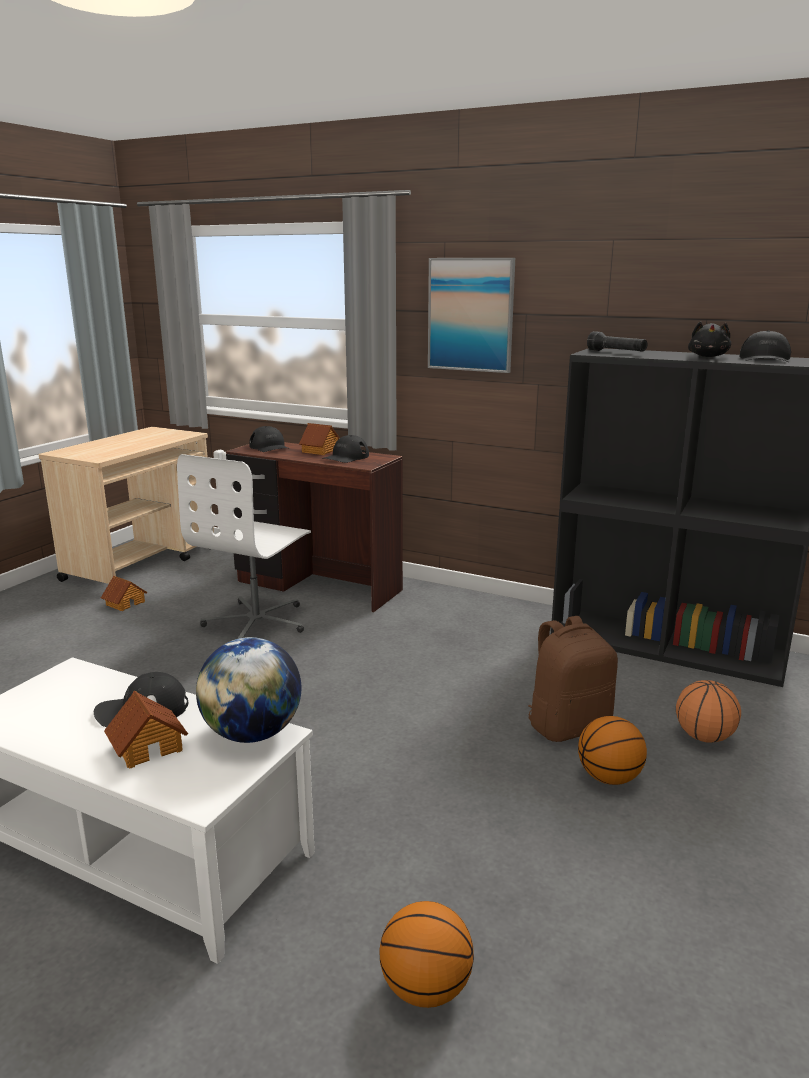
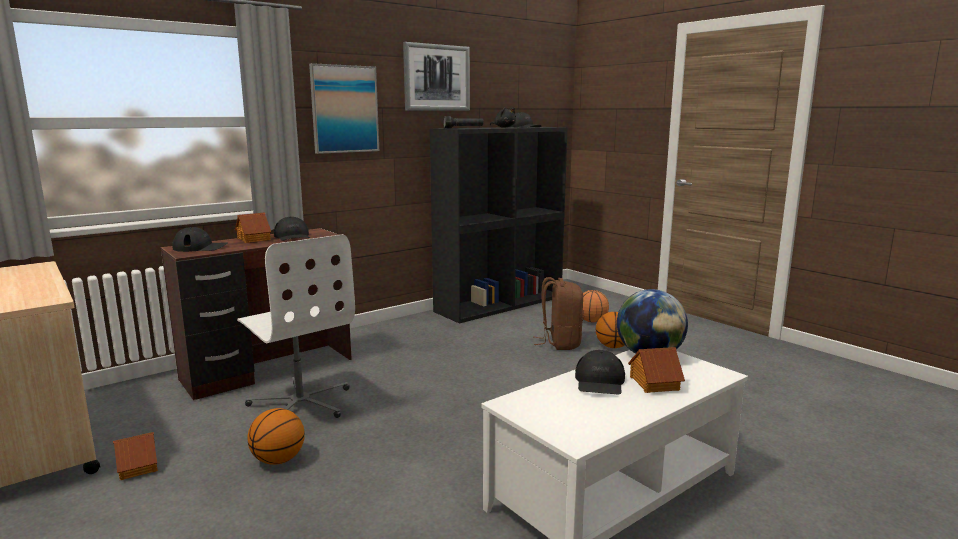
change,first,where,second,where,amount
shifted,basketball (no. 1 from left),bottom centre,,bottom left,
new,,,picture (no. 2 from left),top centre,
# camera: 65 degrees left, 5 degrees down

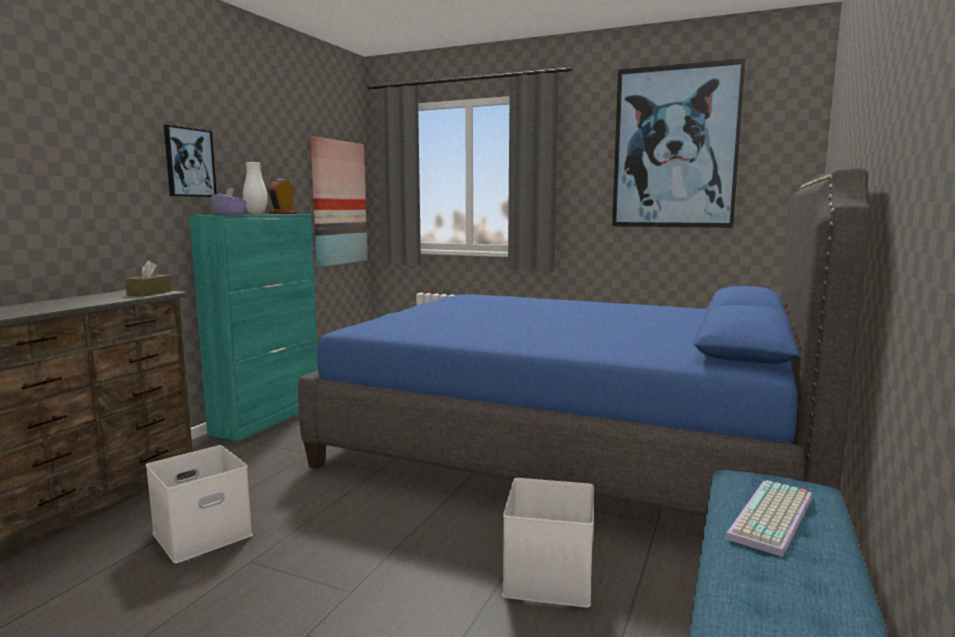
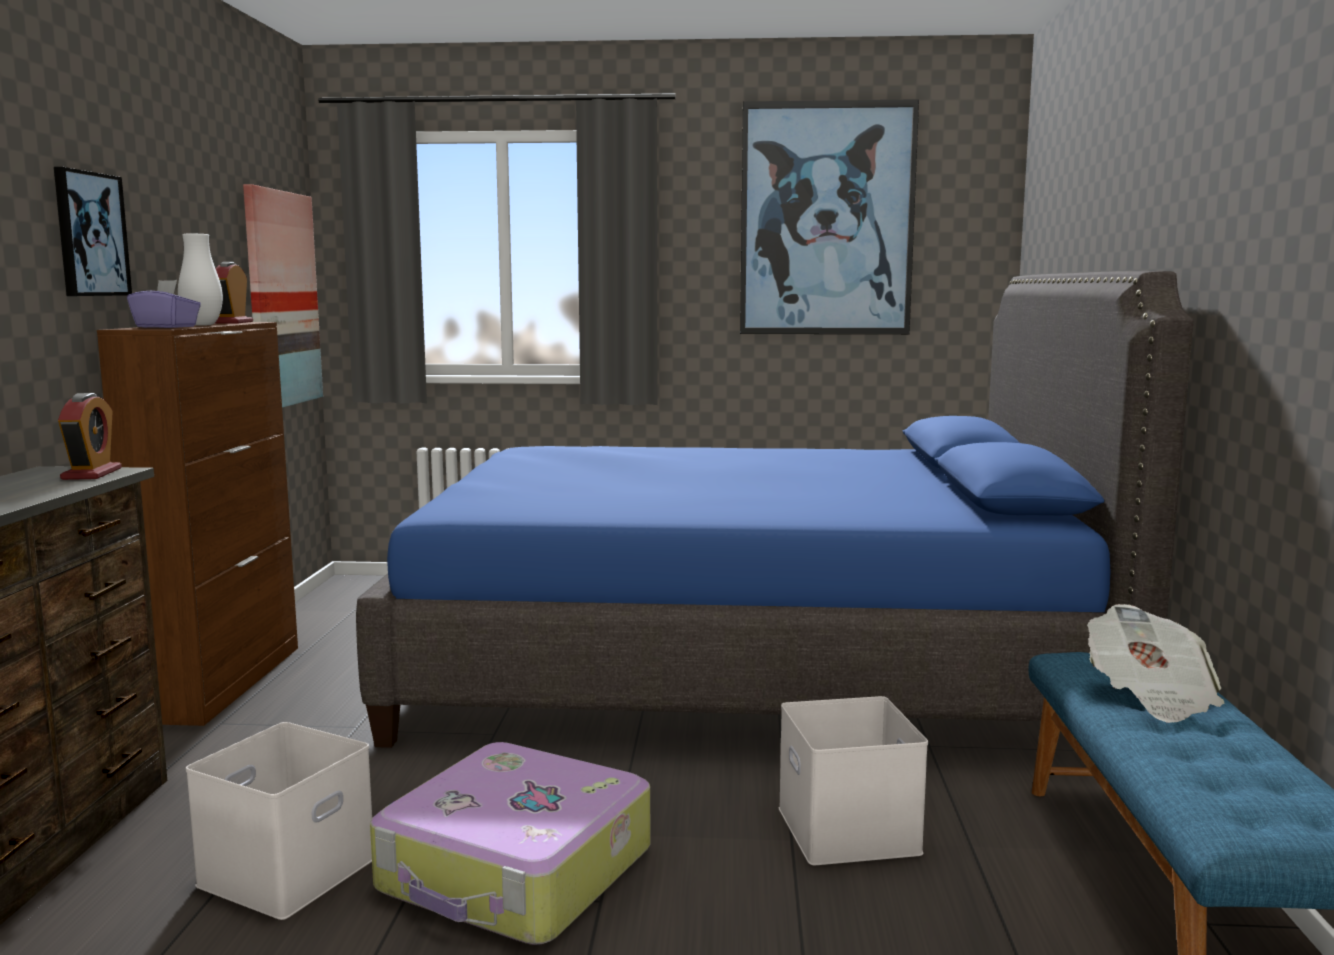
change,first,where,second,where,amount
swapped,tissue box in brown,middle left,alarm clock (no. 1 from left),middle left,
repainted,cabinet in turquoise,middle left,cabinet in brown,middle left,
swapped,keyboard,bottom right,newspaper,bottom right,
new,,,suitcase,bottom centre,
# camera: 20 degrees left, 0 degrees up

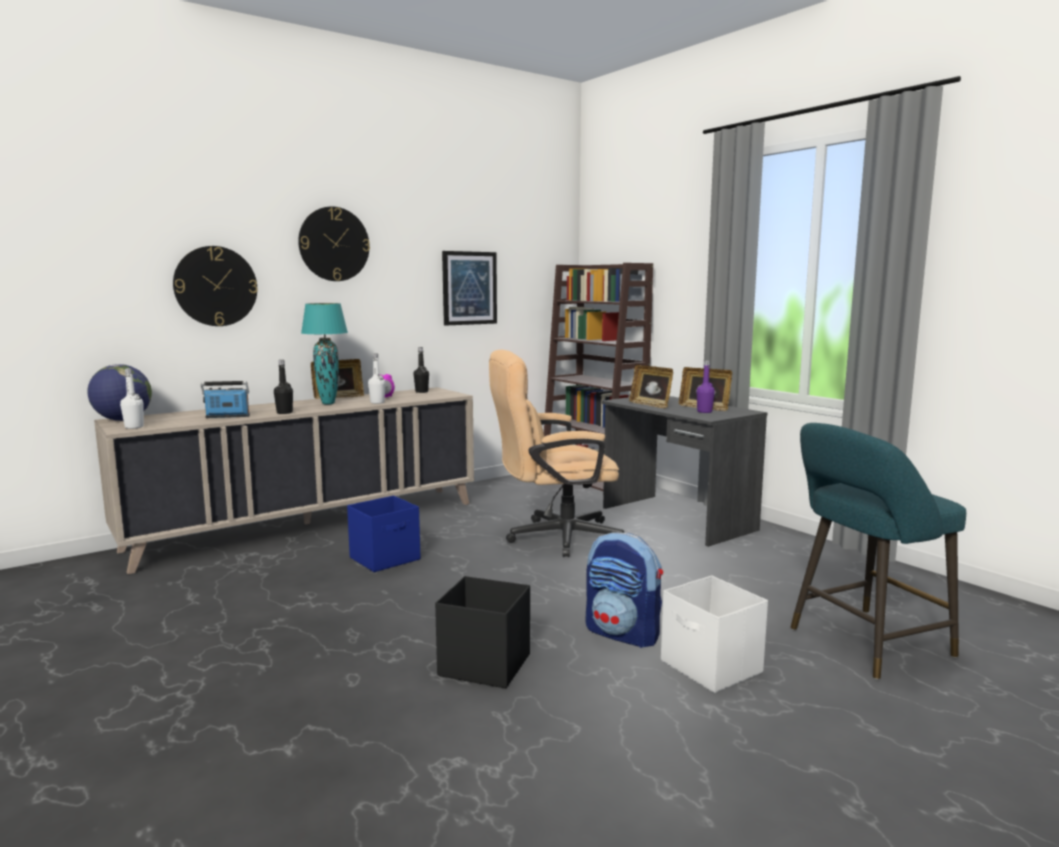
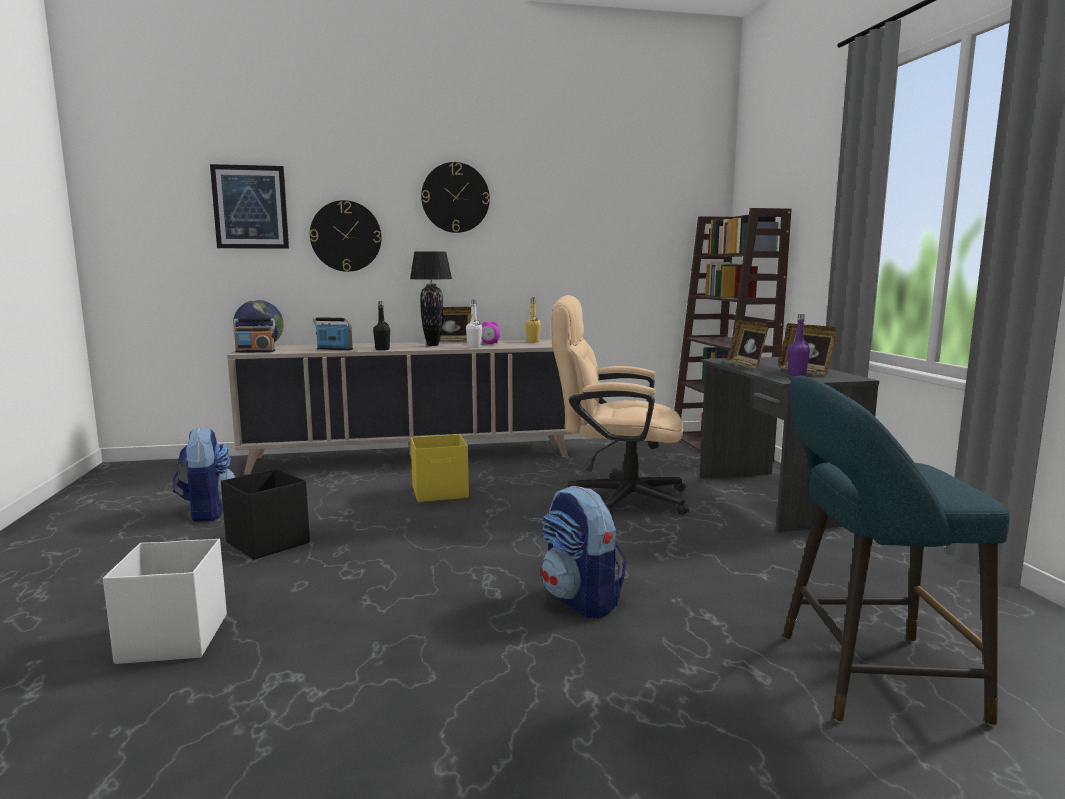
change,first,where,second,where,amount
swapped,bottle in white (no. 1 from left),middle left,radio (no. 1 from left),middle left,
repainted,table lamp in turquoise,middle left,table lamp in black,centre,
repainted,storage box in blue,centre,storage box in yellow,centre,
repainted,bottle in black (no. 2 from left),centre,bottle in yellow,centre,
shifted,storage box in black,bottom centre,,middle left,
shifted,picture,centre,,top left,
shifted,storage box in white,bottom right,,bottom left,
new,,,backpack (no. 1 from left),middle left,
# camera: 25 degrees right, 0 degrees up

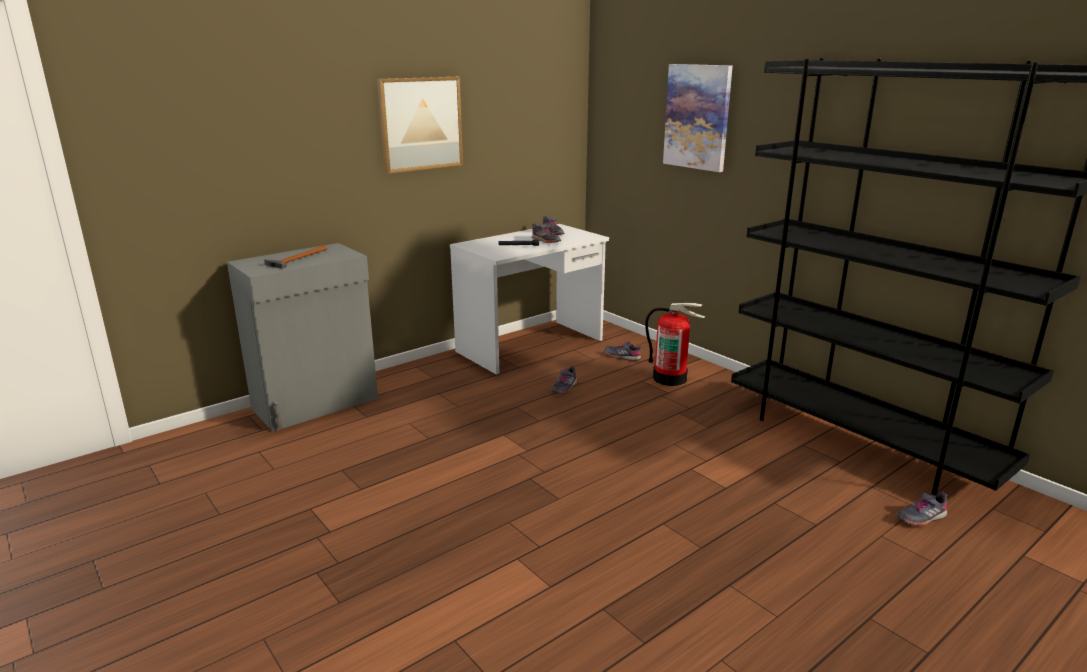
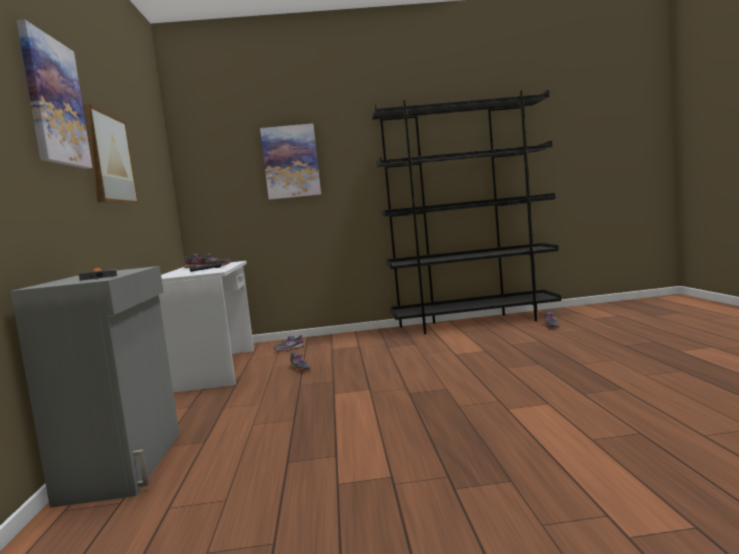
change,first,where,second,where,amount
gone,fire extinguisher,centre,,,
new,,,picture (no. 1 from left),top left,
# camera: 55 degrees left, 15 degrees down

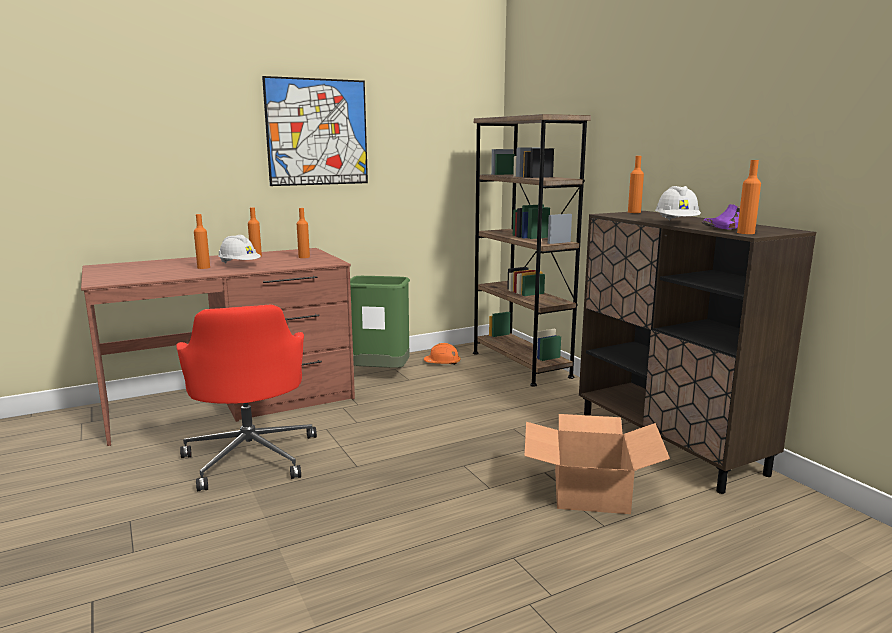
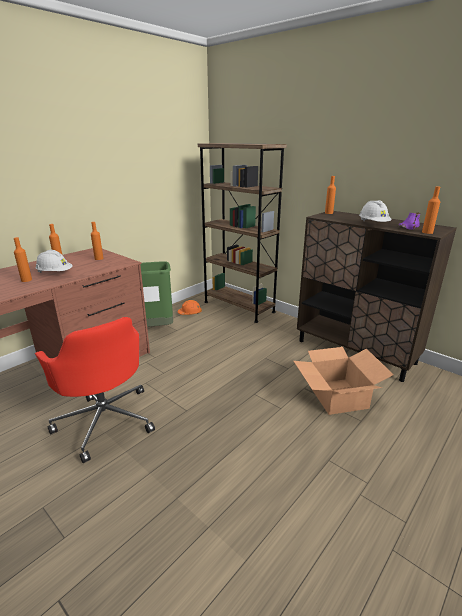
change,first,where,second,where,amount
gone,picture,top centre,,,
# camera: 20 degrees left, 10 degrees up

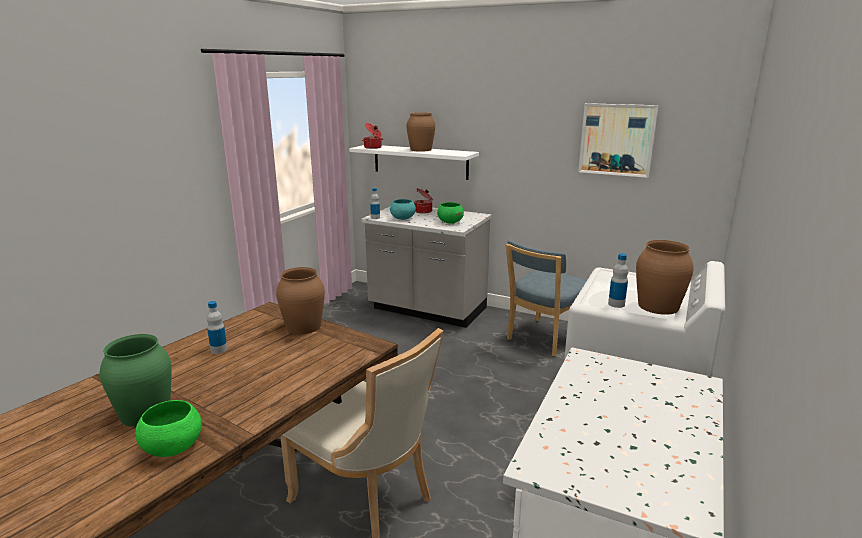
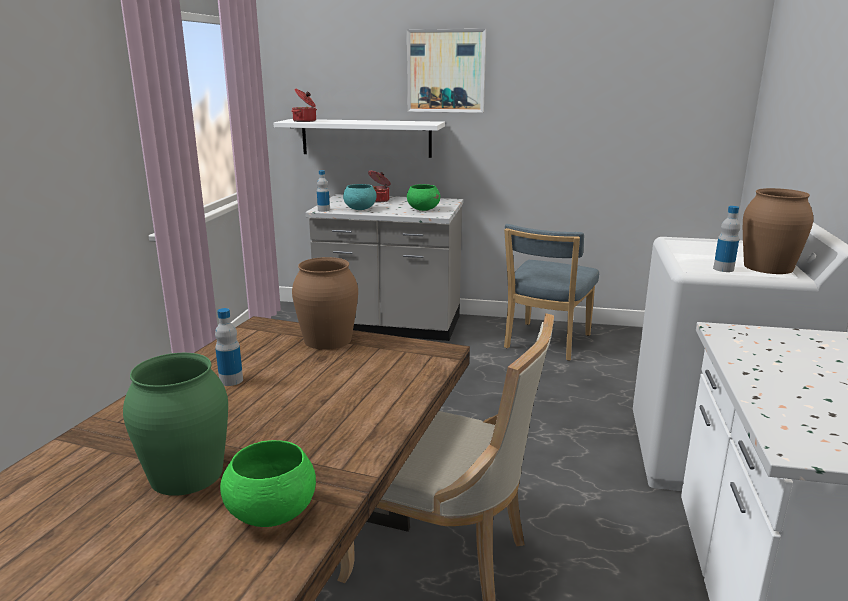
change,first,where,second,where,amount
gone,vase in brown (no. 2 from left),top centre,,,
shifted,picture,top right,,top centre,
# camera: 15 degrees left, 0 degrees up

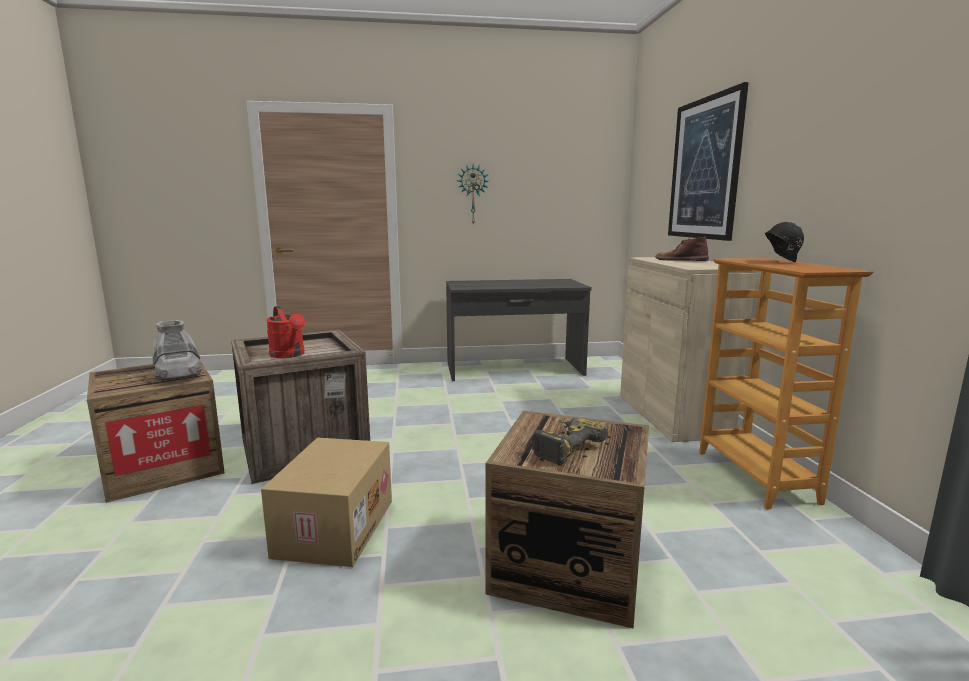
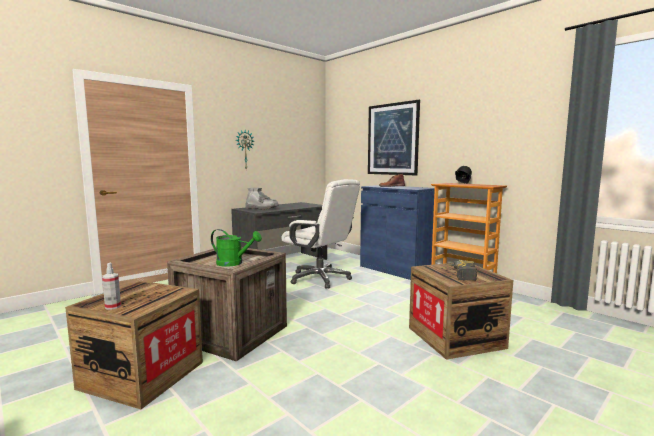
change,first,where,second,where,amount
shifted,boot in grey,middle left,,centre,
gone,cardboard box,bottom centre,,,
repainted,watering can in red,middle left,watering can in green,centre,
repainted,cabinet in beige,middle right,cabinet in blue,centre,
new,,,spray bottle,middle left,
new,,,office chair in white,centre,
# camera: 35 degrees left, 5 degrees down

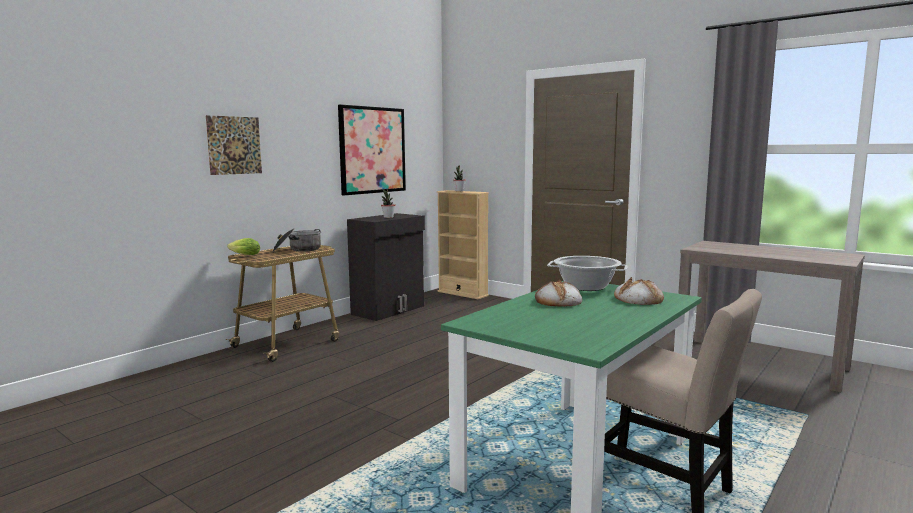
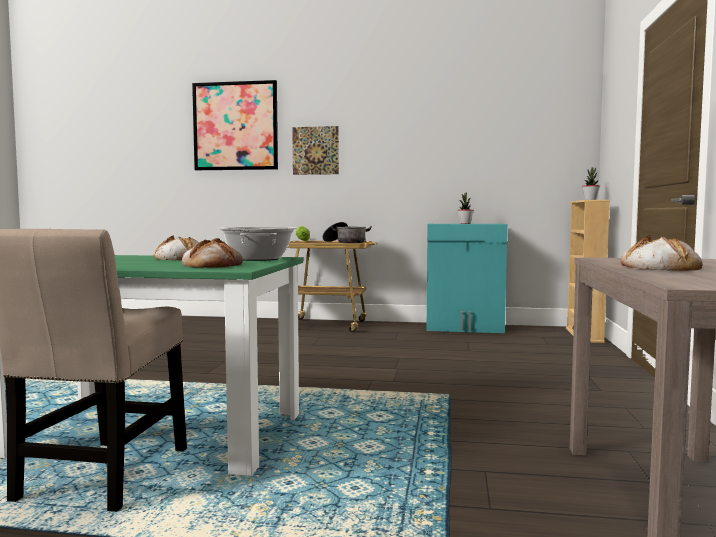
change,first,where,second,where,amount
shifted,picture (no. 2 from left in the first image),top centre,picture (no. 1 from left),top left,
repainted,cabinet in black,centre,cabinet in turquoise,centre,
new,,,bread (no. 3 from left),middle right,
# camera: 60 degrees right, 5 degrees down

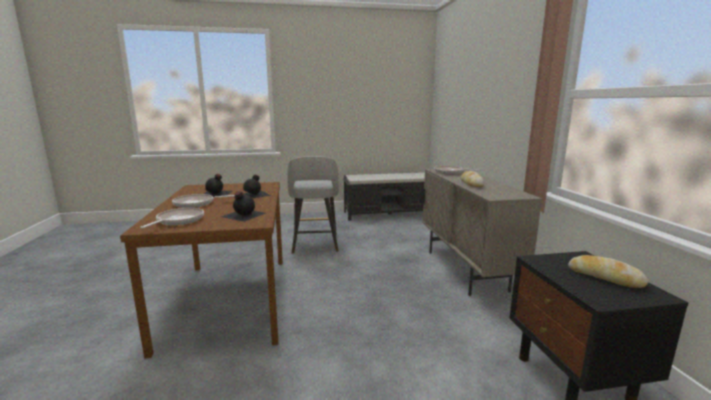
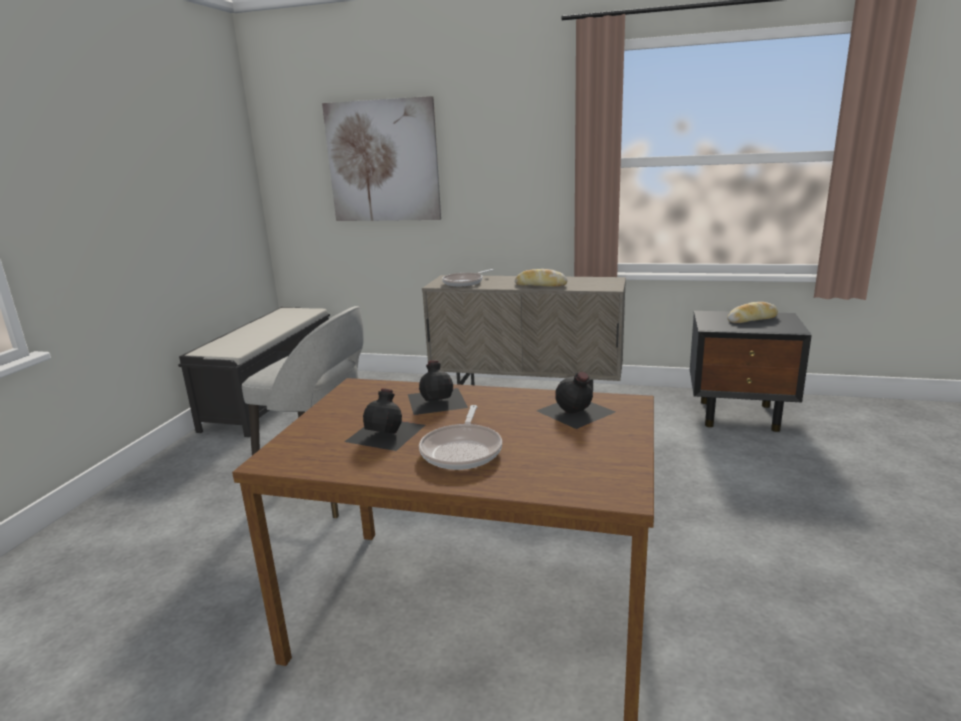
change,first,where,second,where,amount
gone,frying pan (no. 1 from left),middle left,,,
new,,,picture,top centre,
# camera: 65 degrees left, 5 degrees up

